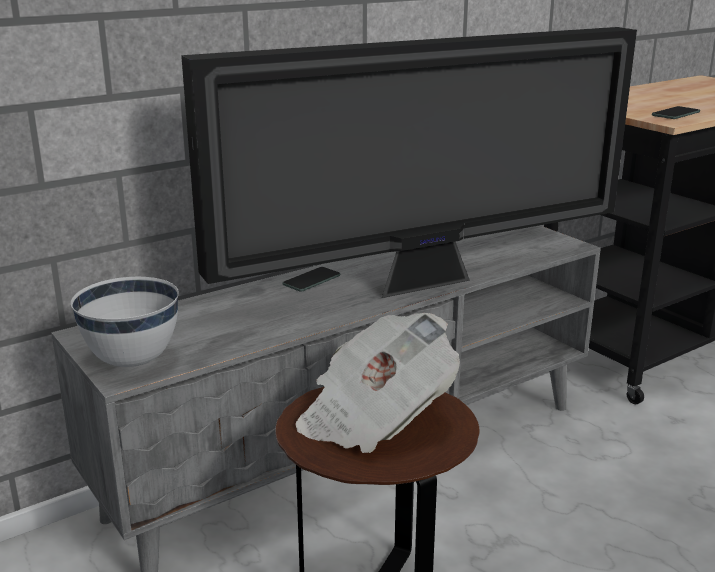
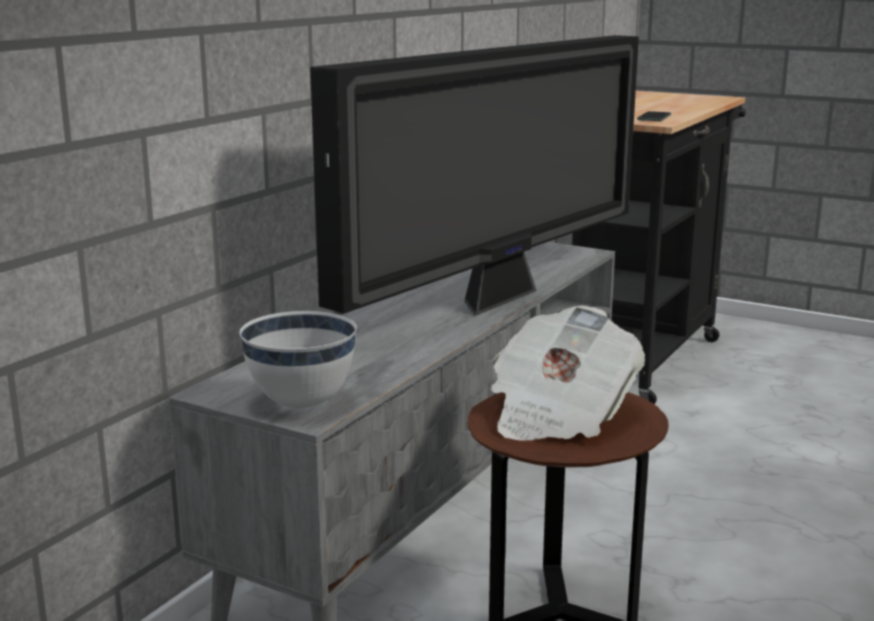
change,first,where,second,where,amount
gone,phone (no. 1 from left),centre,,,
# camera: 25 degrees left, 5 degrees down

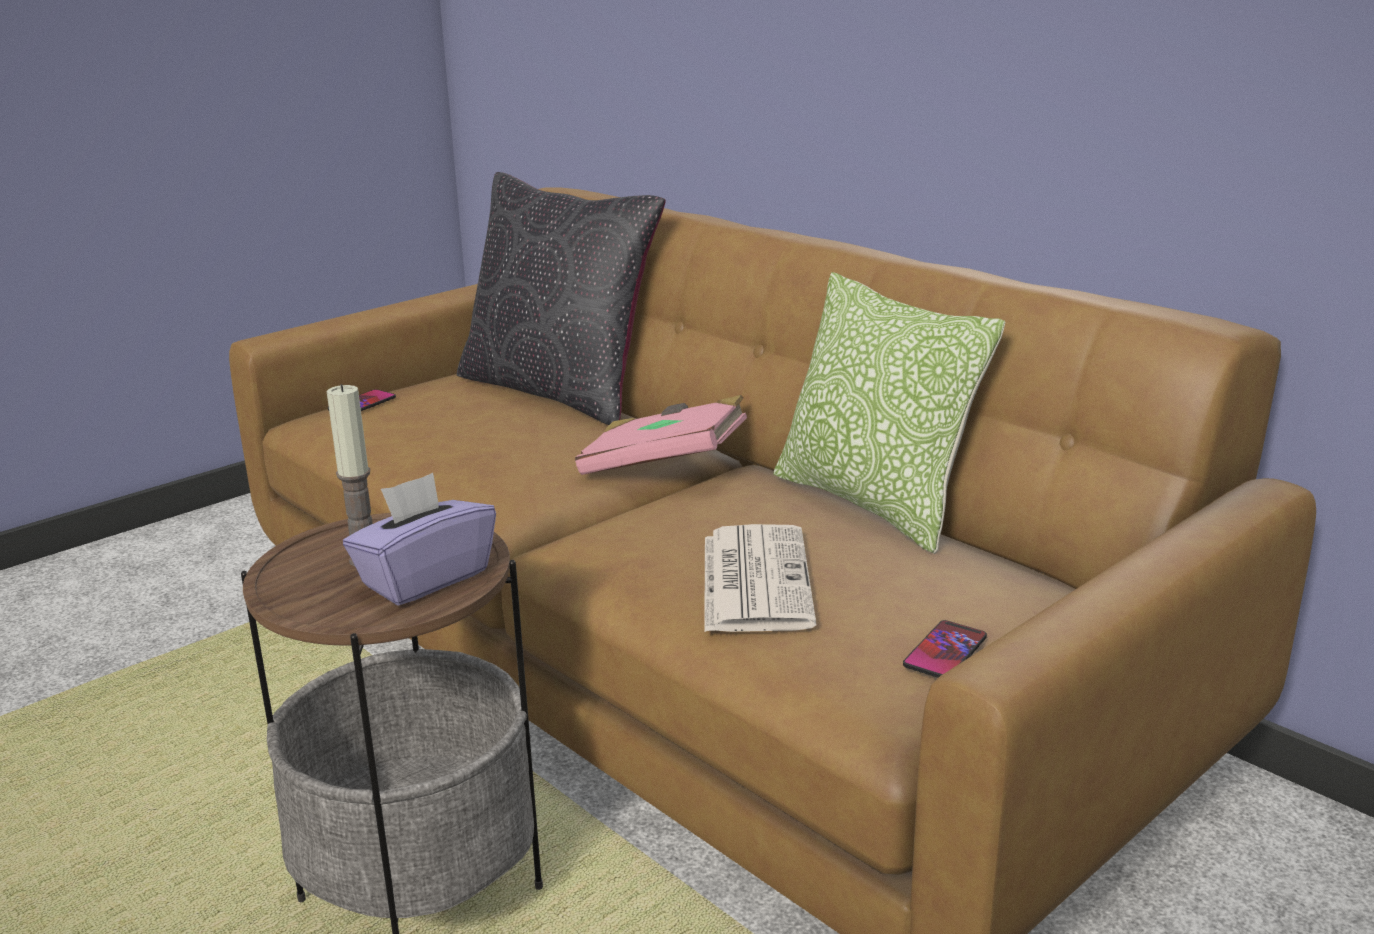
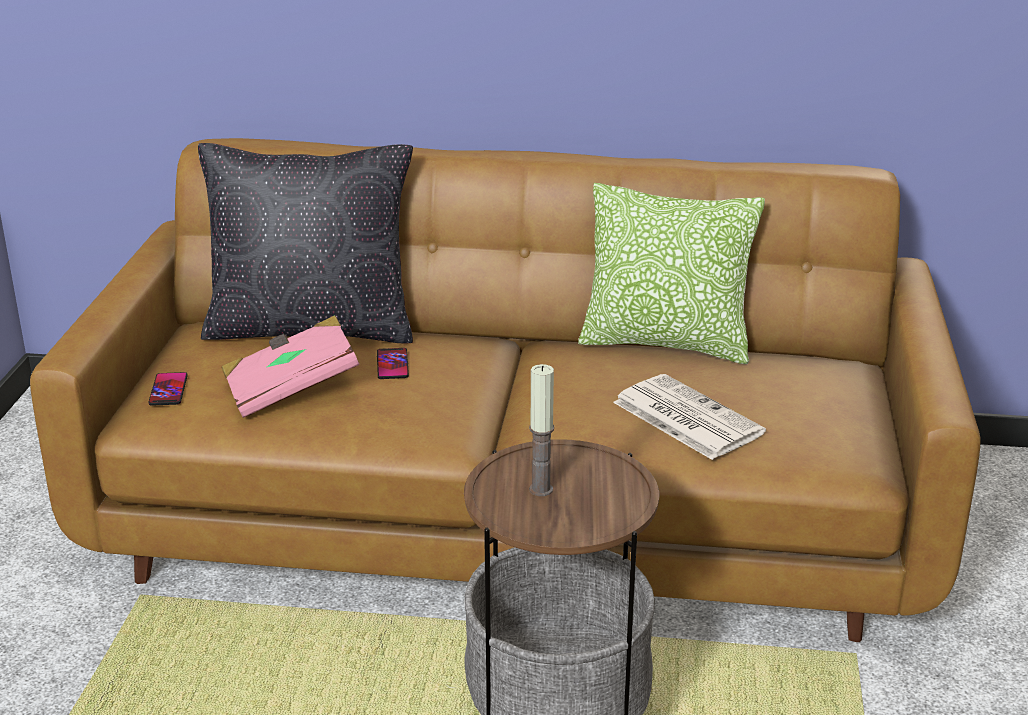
change,first,where,second,where,amount
gone,tissue box in purple,middle left,,,
shifted,book in pink,centre,,middle left,
shifted,phone (no. 2 from left),bottom right,,centre,
# camera: 40 degrees left, 5 degrees up

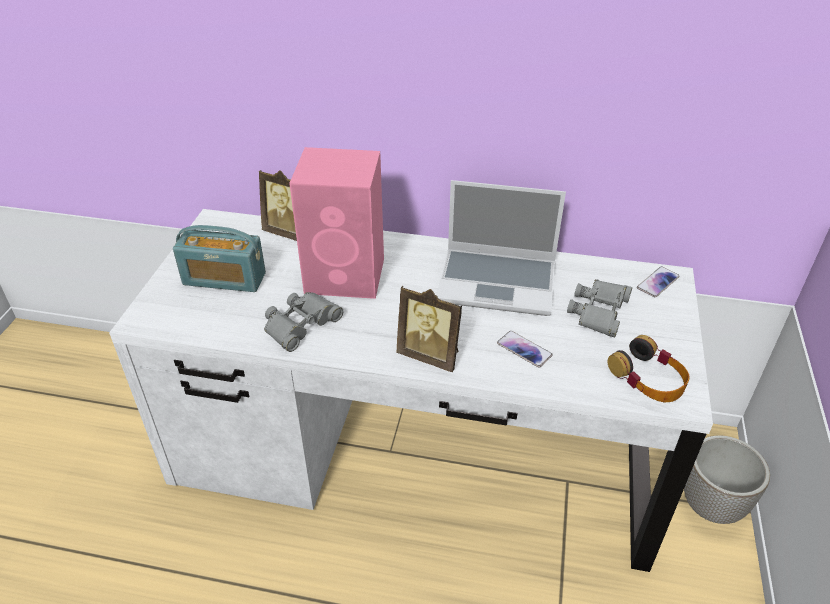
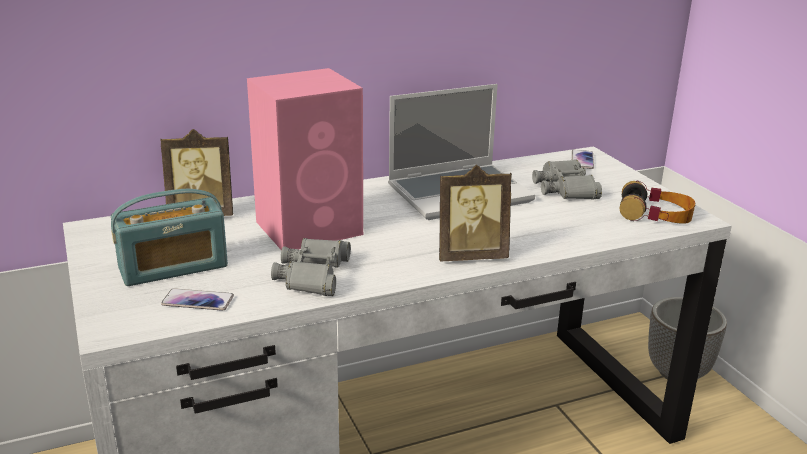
change,first,where,second,where,amount
shifted,phone (no. 1 from left),centre,,middle left,
# camera: 35 degrees left, 15 degrees down

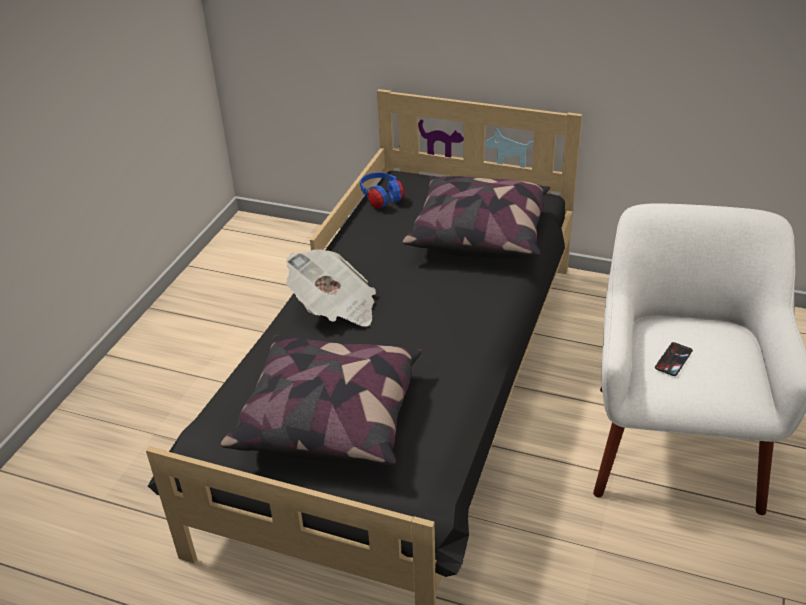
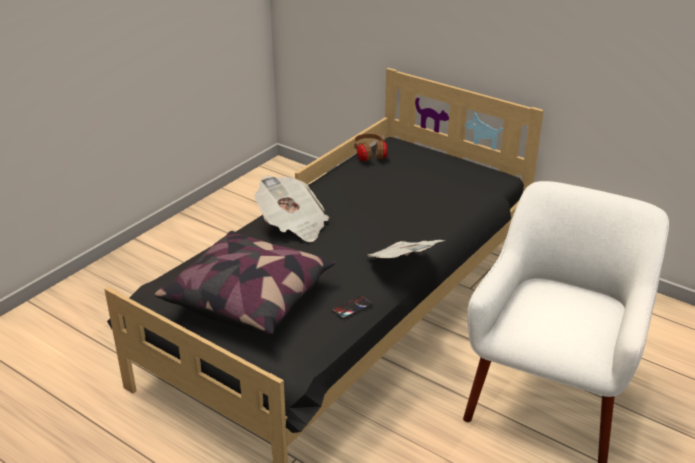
change,first,where,second,where,amount
repainted,headphones in blue,top centre,headphones in brown,top centre,
gone,pillow (no. 2 from left),centre,,,
shifted,phone,middle right,,centre,
new,,,newspaper (no. 2 from left),centre,
# camera: 15 degrees right, 5 degrees down

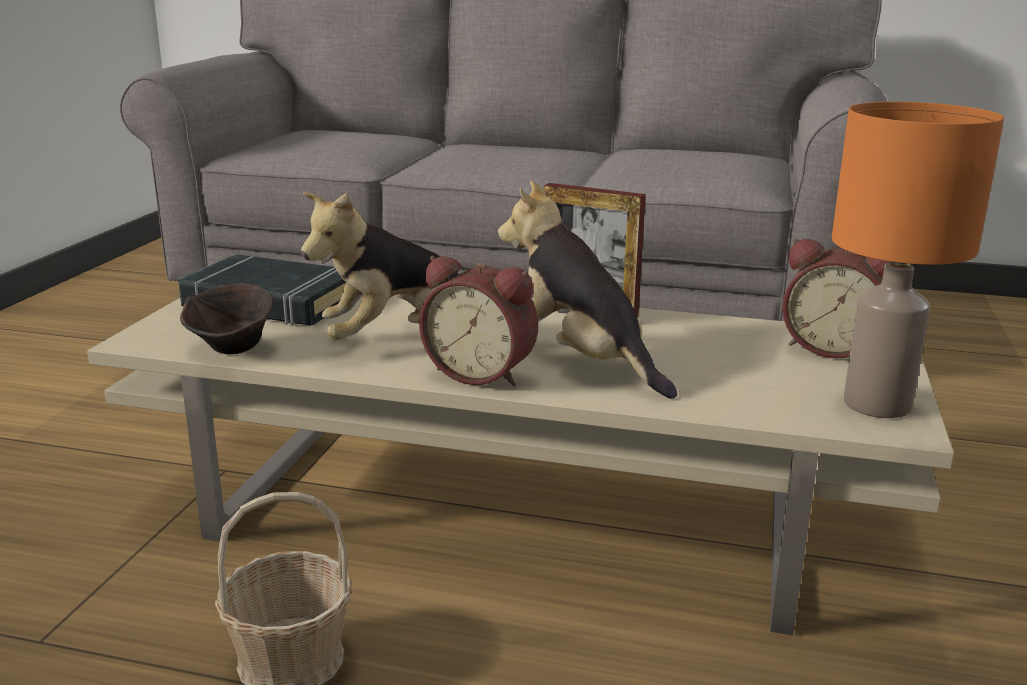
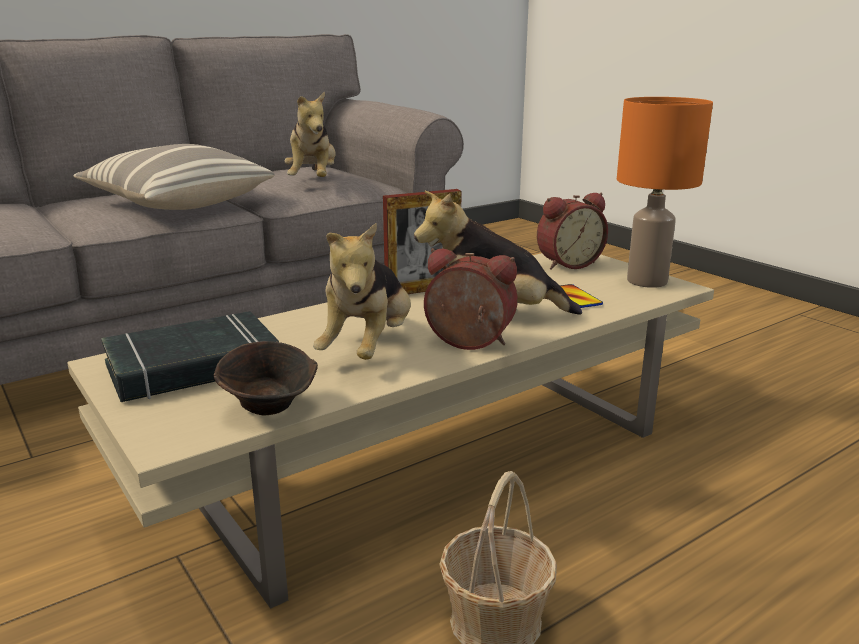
change,first,where,second,where,amount
rotated,alarm clock (no. 1 from left),centre,,centre,135 degrees counterclockwise
new,,,pillow,top left,
new,,,plush toy (no. 1 from left),top centre,
new,,,phone,middle right,
# camera: 50 degrees left, 0 degrees up

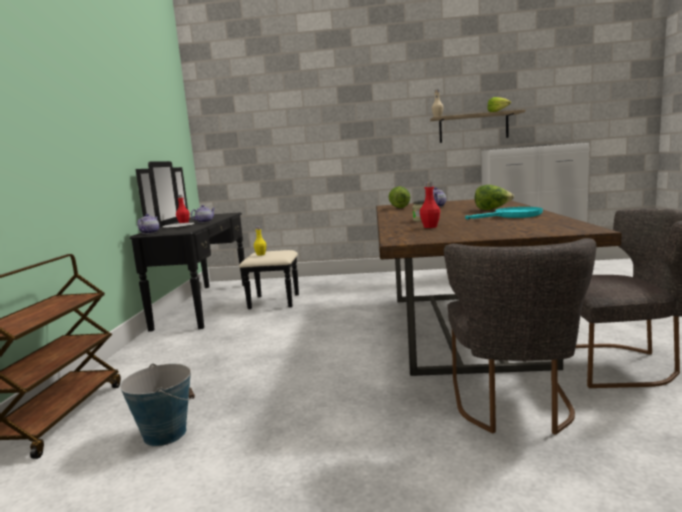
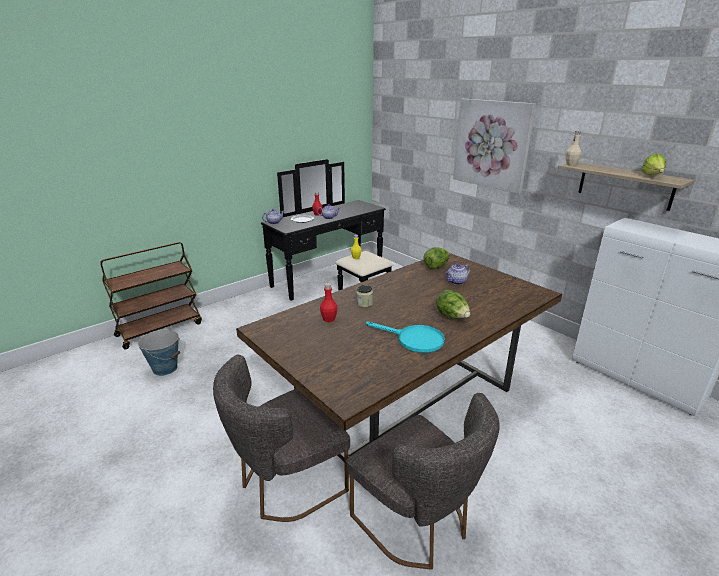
change,first,where,second,where,amount
new,,,picture,top right,
# camera: 45 degrees right, 15 degrees up

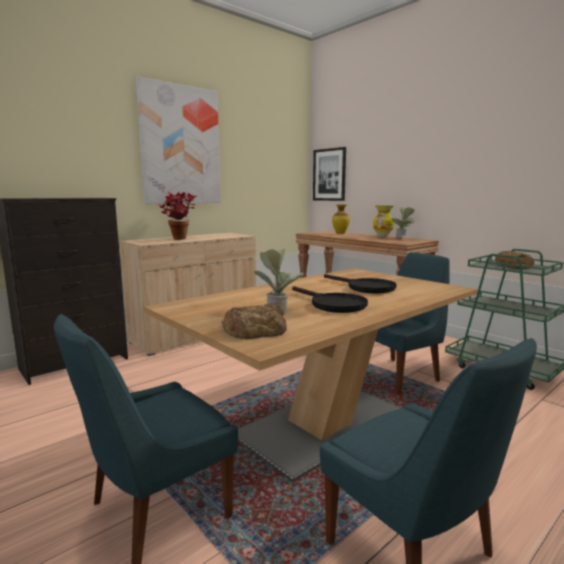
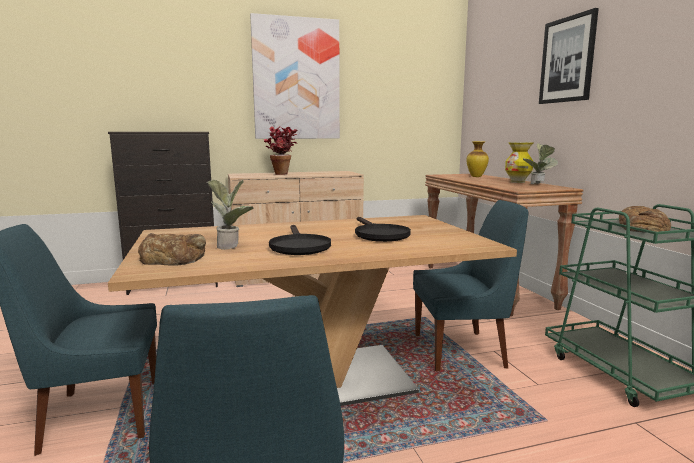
change,first,where,second,where,amount
shifted,picture (no. 2 from left),top centre,,top right,
# camera: 25 degrees right, 0 degrees up

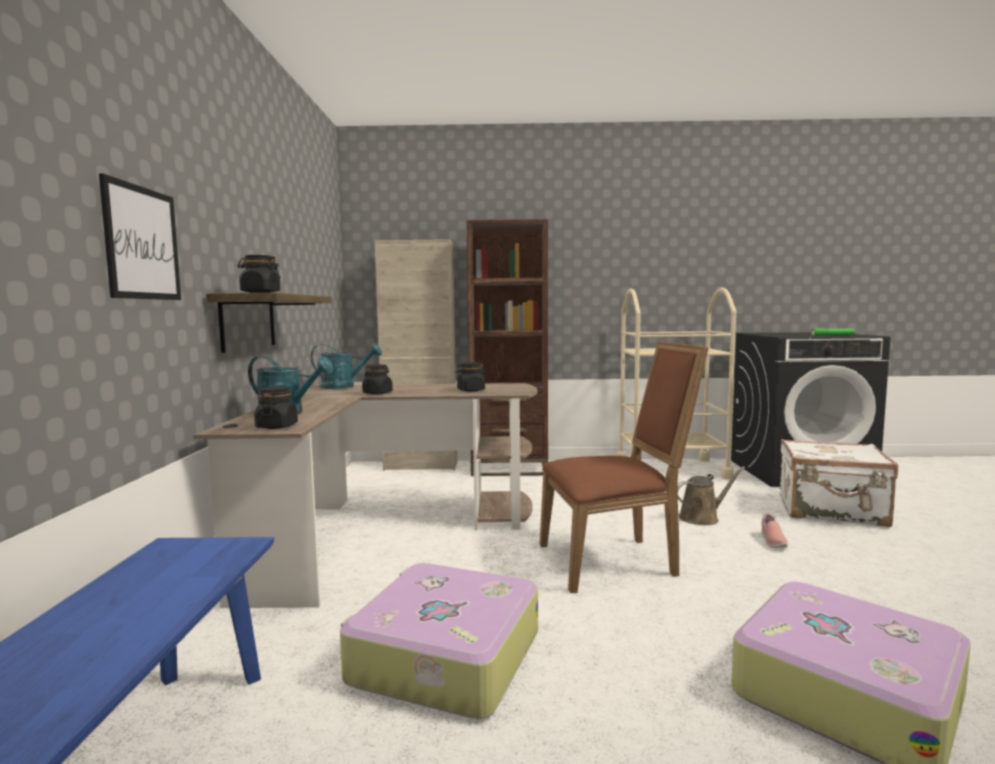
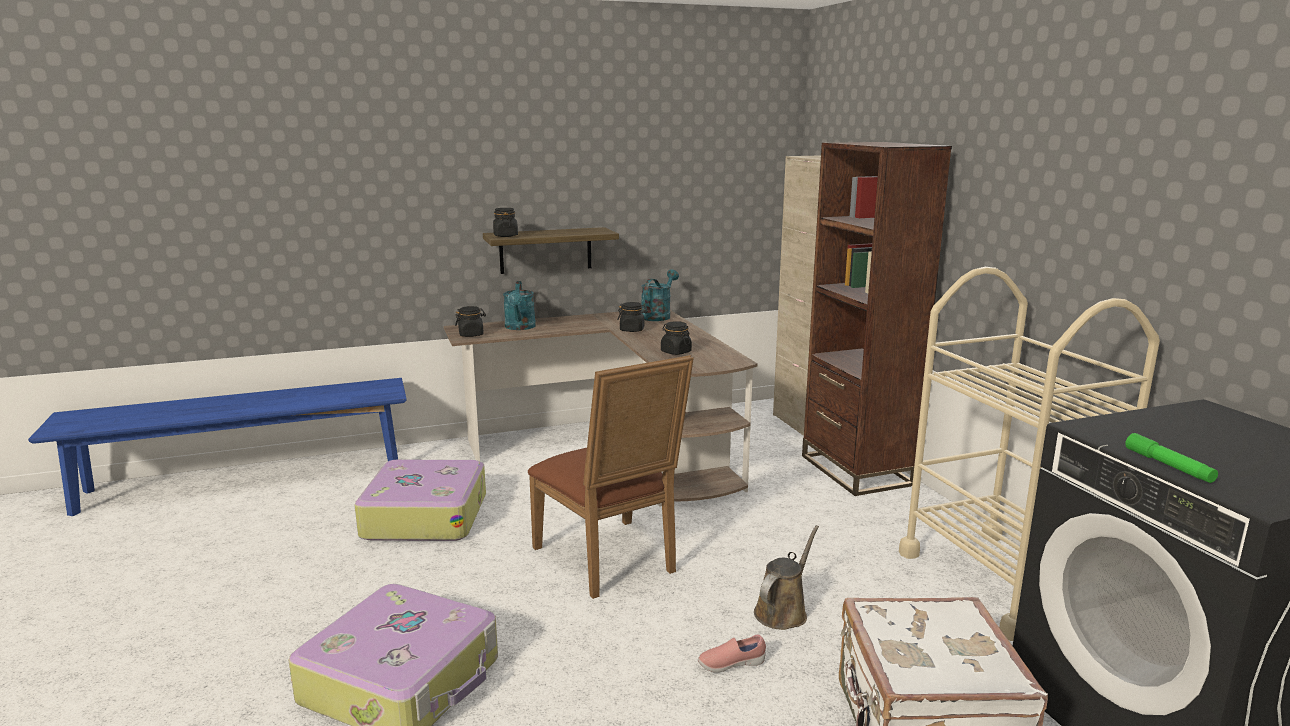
change,first,where,second,where,amount
gone,picture,top left,,,
rotated,watering can in turquoise (no. 2 from left),centre,,centre,135 degrees counterclockwise
rotated,watering can in brown,middle right,,bottom centre,105 degrees counterclockwise
# camera: 70 degrees right, 10 degrees up

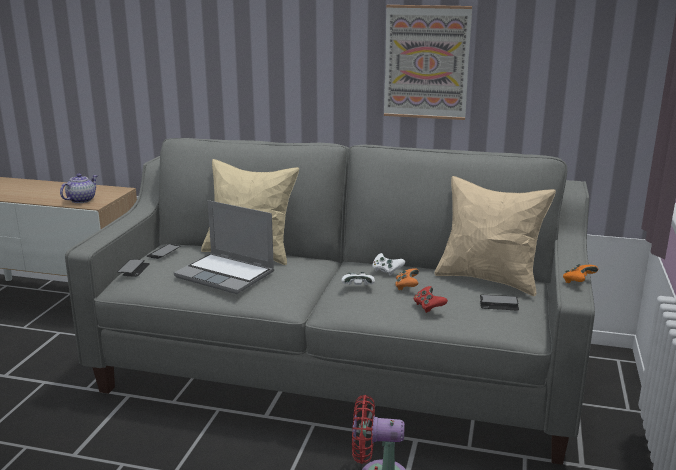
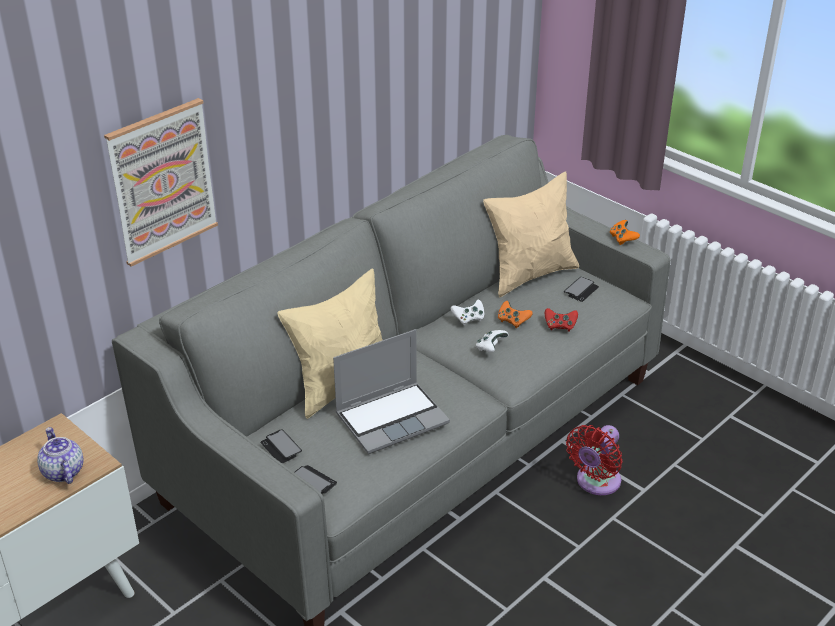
change,first,where,second,where,amount
shifted,picture,top centre,,top left,
# camera: 60 degrees left, 15 degrees up

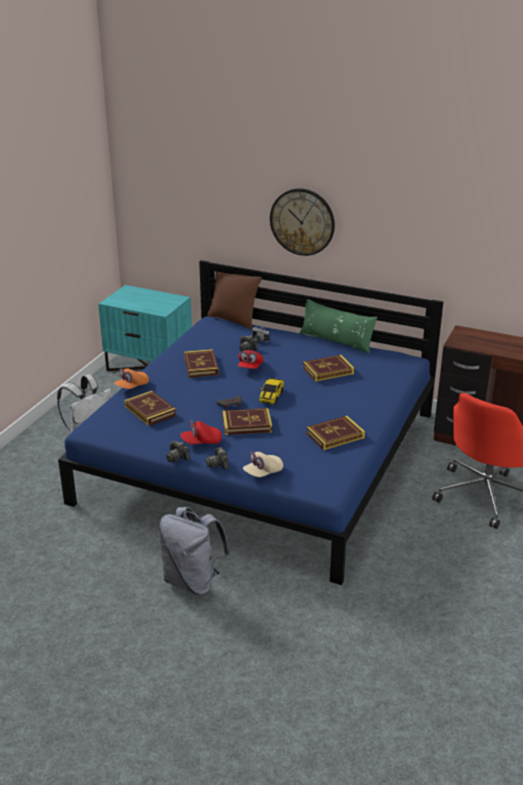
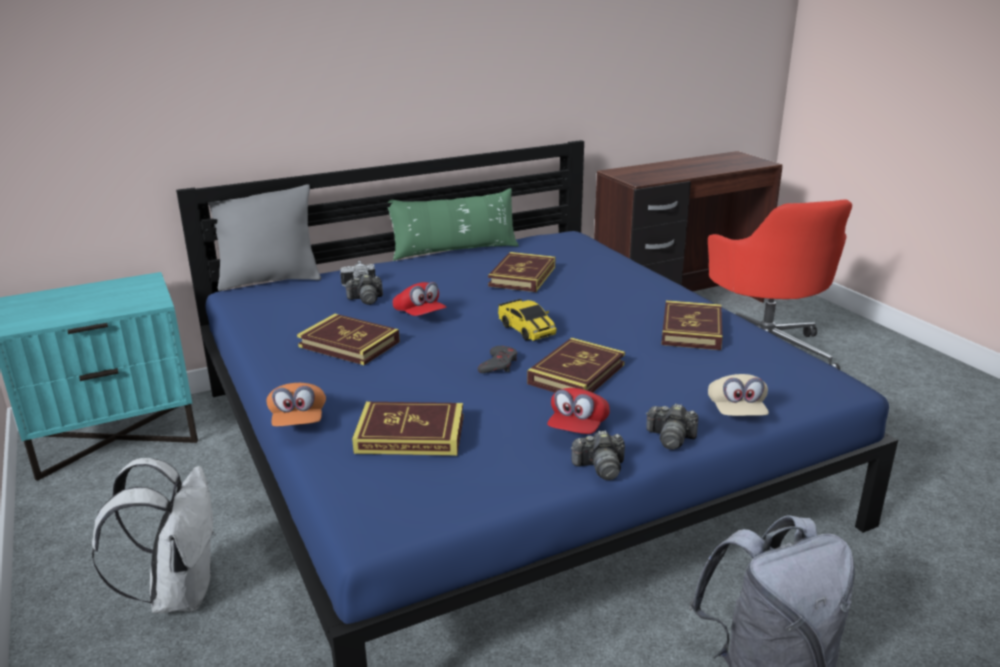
change,first,where,second,where,amount
repainted,pillow in brown,centre,pillow in grey,middle left,
gone,wall clock,top centre,,,
# camera: 50 degrees left, 5 degrees down

